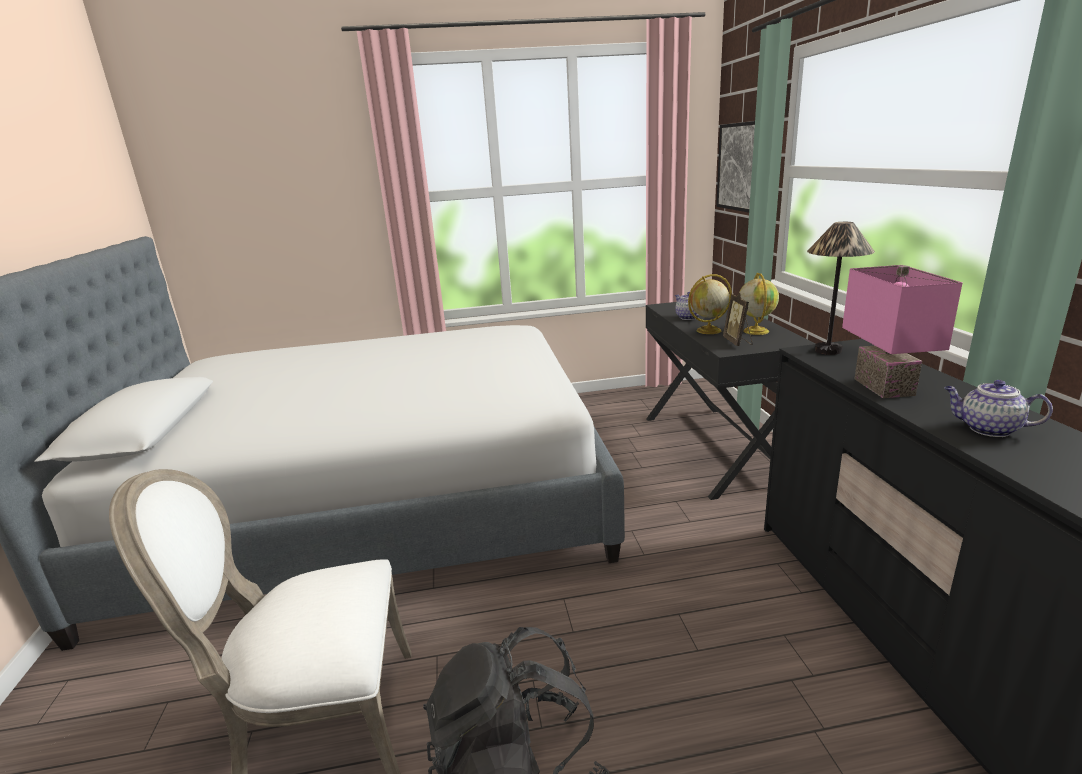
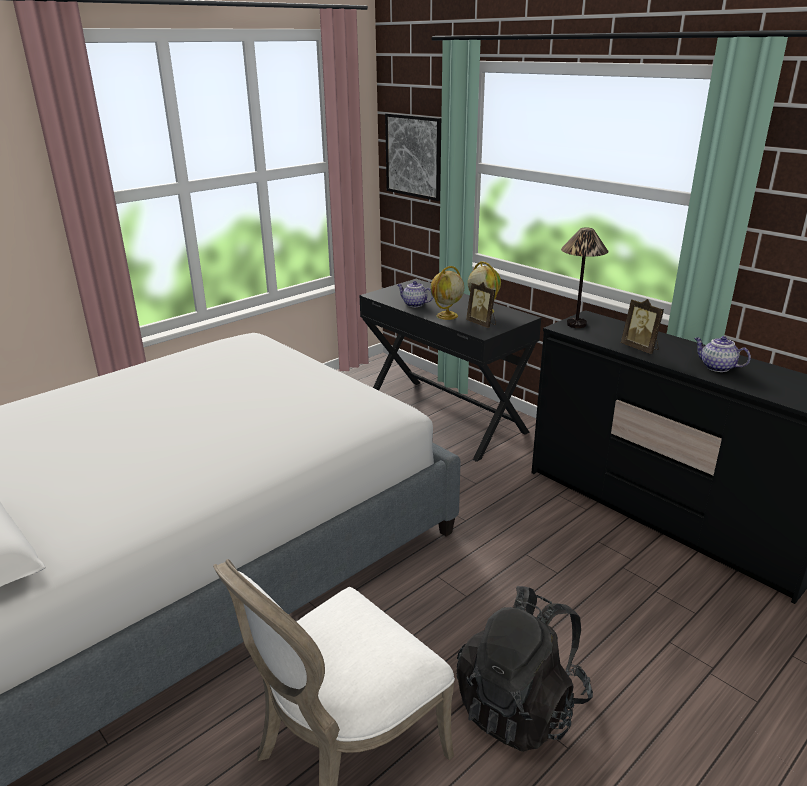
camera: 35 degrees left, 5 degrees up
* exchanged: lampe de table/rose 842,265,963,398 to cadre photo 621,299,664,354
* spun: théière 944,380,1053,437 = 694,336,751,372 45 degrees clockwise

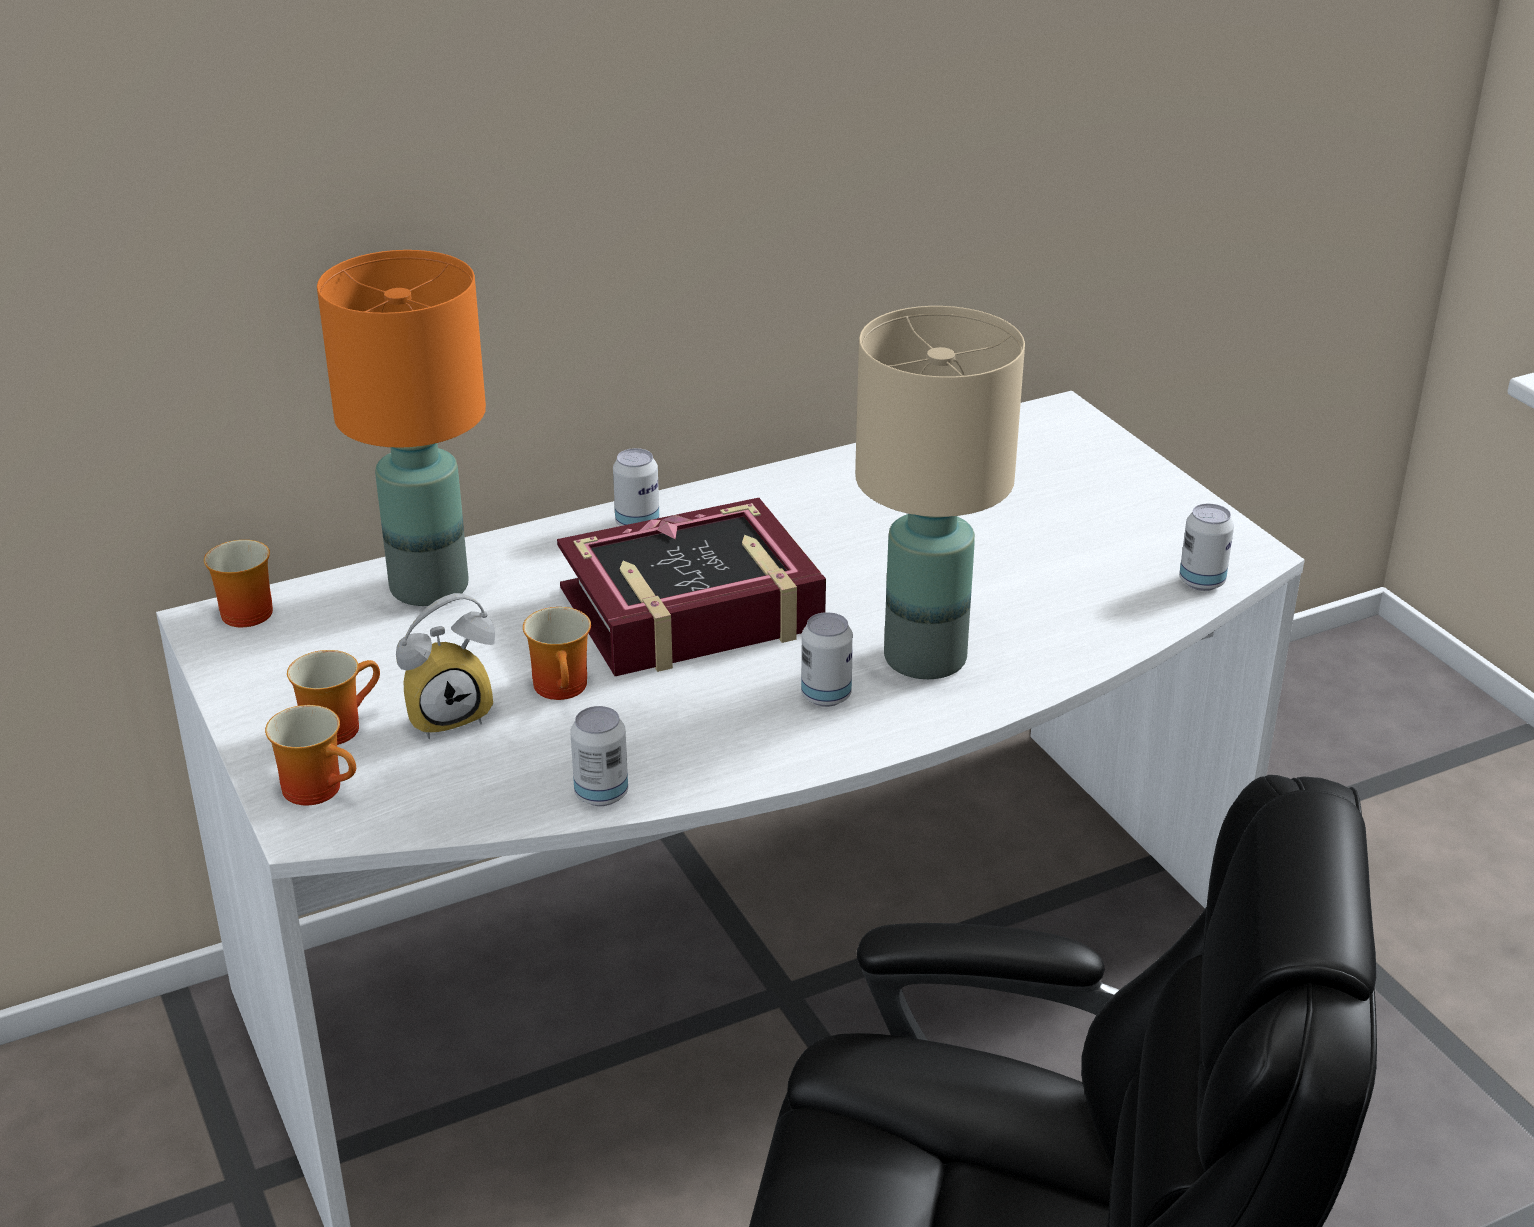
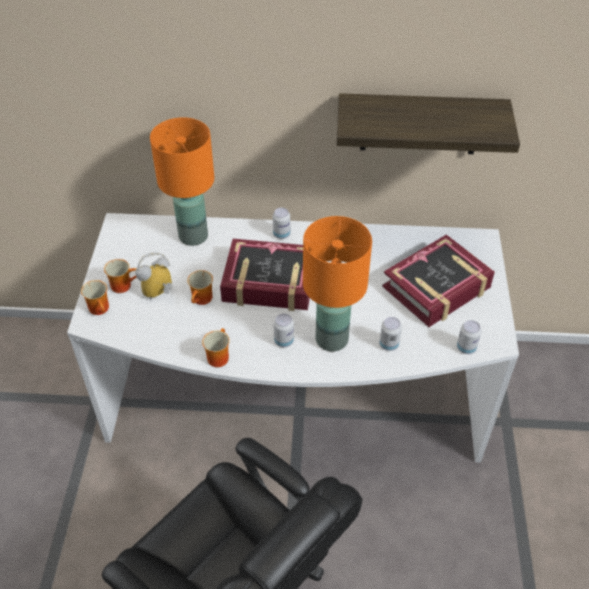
camera: 30 degrees right, 15 degrees up
* appeared: étagère 337,93,520,154
* appeared: livre 382,235,495,327
* relocated: mug 204,540,273,627 to 202,328,230,367
* relocated: boîte métallique 570,706,628,806 to 379,317,402,351
* colour: lampe de table/beige 855,306,1025,679 to lampe de table/orange 303,216,372,351
* spun: réveil 396,593,495,739 = 135,252,173,301 135 degrees clockwise

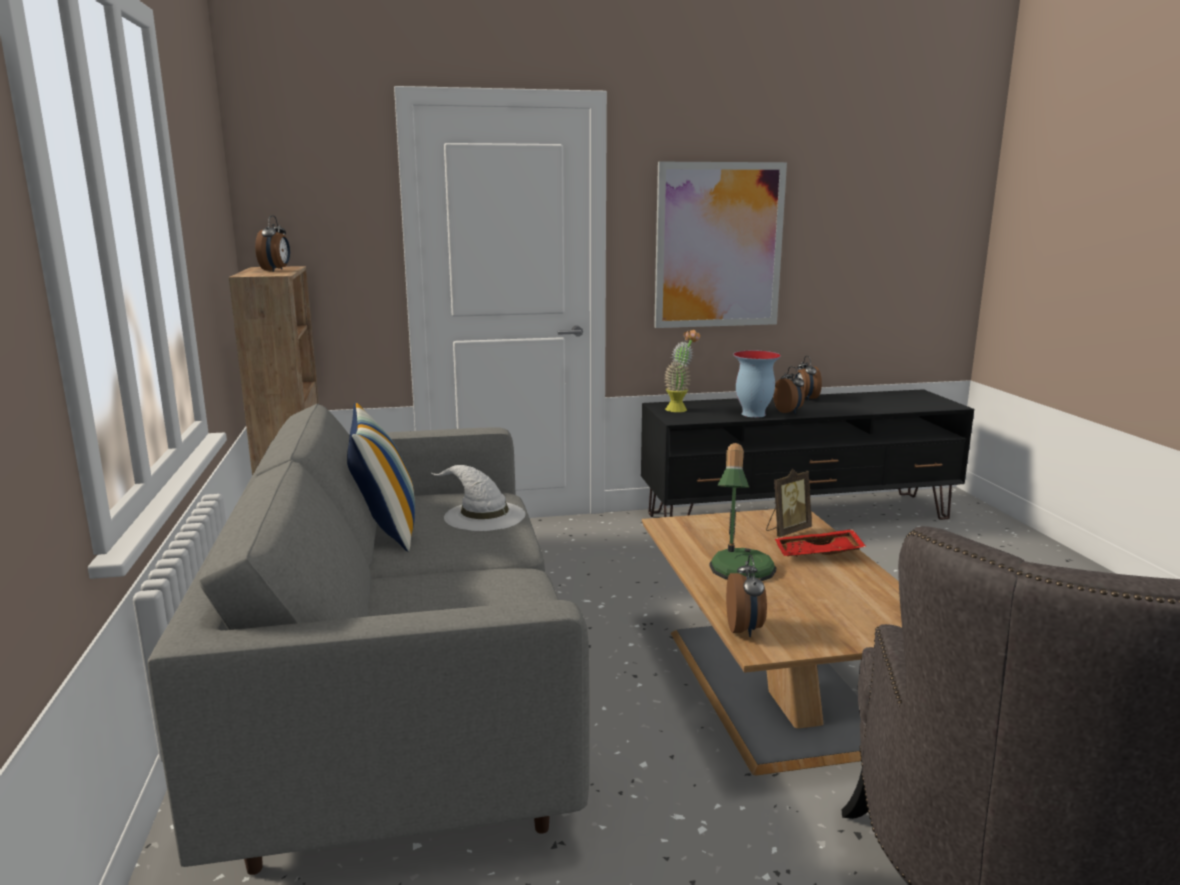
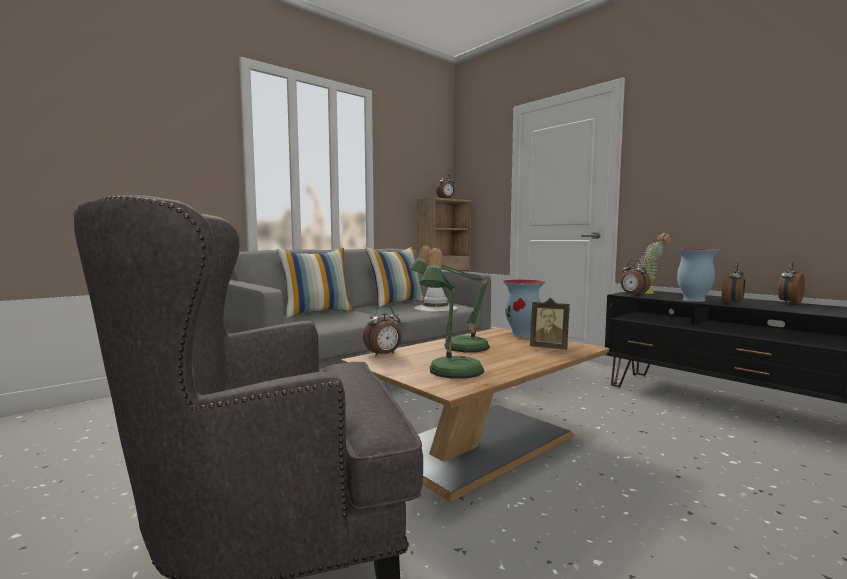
camera: 60 degrees right, 10 degrees down
* missing: tableau 654,162,787,328
* missing: plateau/rouge 774,529,866,557
* appeared: coussin 277,248,354,318
* appeared: lampe de table 419,248,484,379
* appeared: vase 503,280,545,338
* appeared: réveil 621,259,651,296

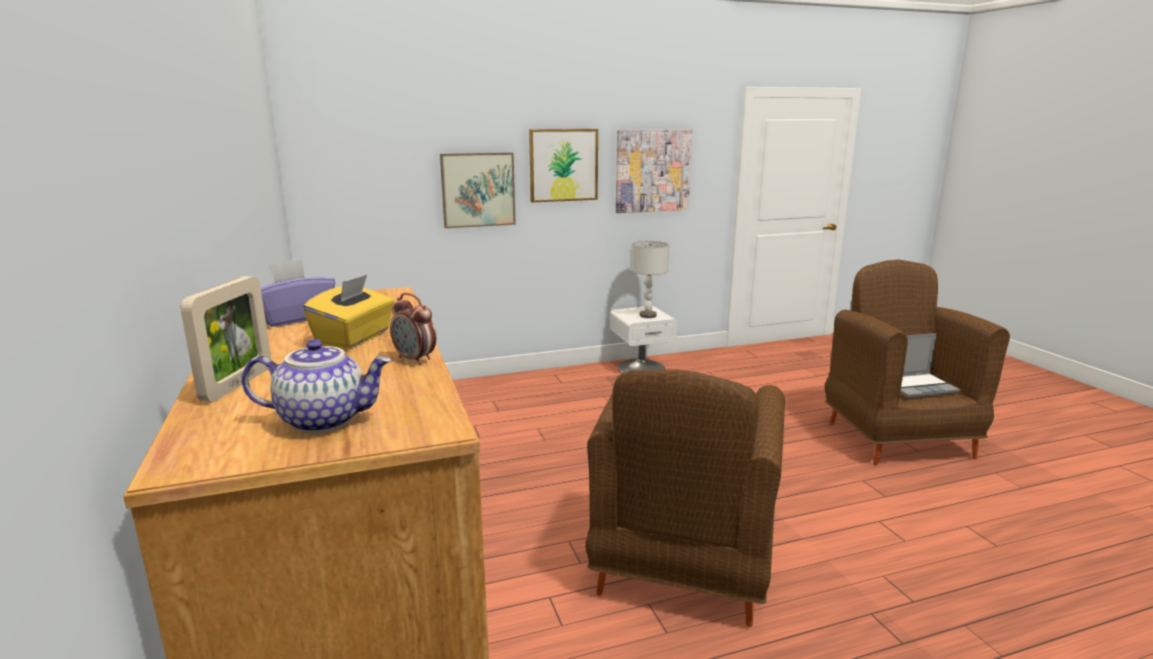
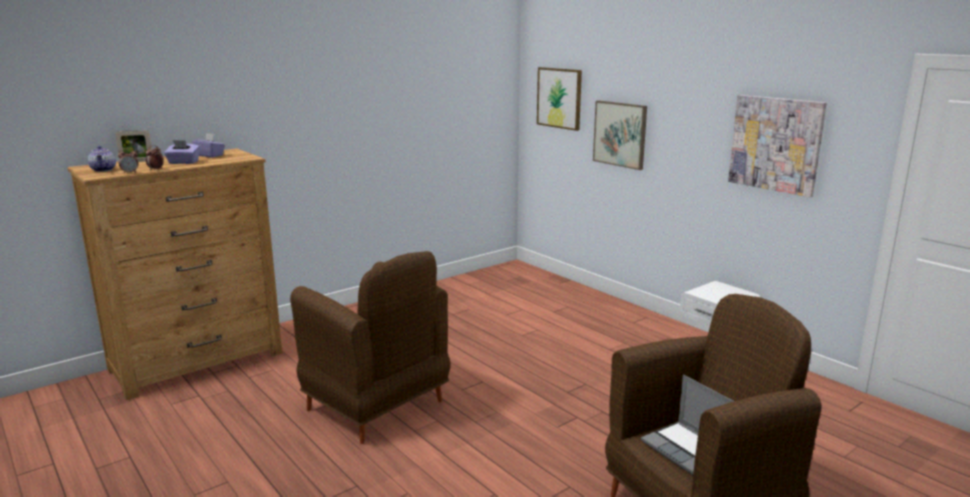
camera: 70 degrees right, 0 degrees up
* missing: lampe de table/gris 631,241,669,318
* appeared: réveil 118,148,139,174
* relocated: tableau 529,129,598,203 to 537,67,582,131
* colour: boîte à mouchoirs/jaune 303,275,395,349 to boîte à mouchoirs/violet 164,140,200,164
* spun: fauteuil/marron 585,369,785,627 = 290,251,451,444 135 degrees counterclockwise

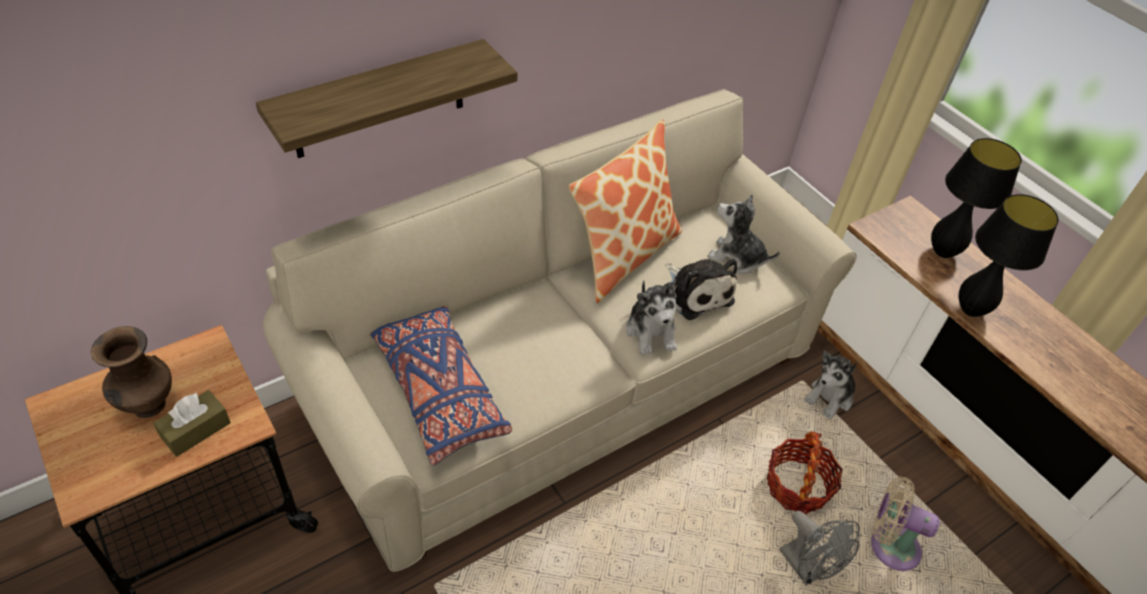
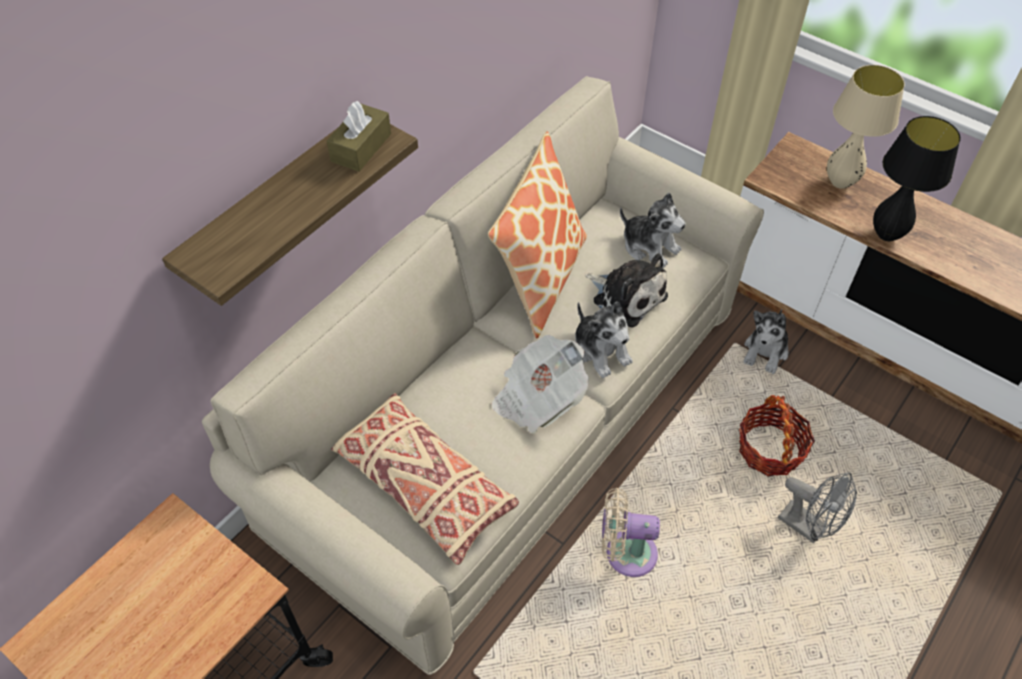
camera: 15 degrees left, 5 degrees up
* missing: vase/marron 91,326,172,418
* appeared: journal 492,335,589,434
* relocated: boîte à mouchoirs/marron 153,390,231,457 to 327,101,391,172
* relocated: ventilateur/beige 871,476,940,571 to 602,488,660,577
* colour: coussin/bleu 370,306,512,465 to coussin/beige 331,393,519,565
* colour: lampe de table/noir 931,138,1022,258 to lampe de table/beige 827,65,905,189
* spun: peluche 707,194,780,274 = 620,193,686,269 150 degrees counterclockwise

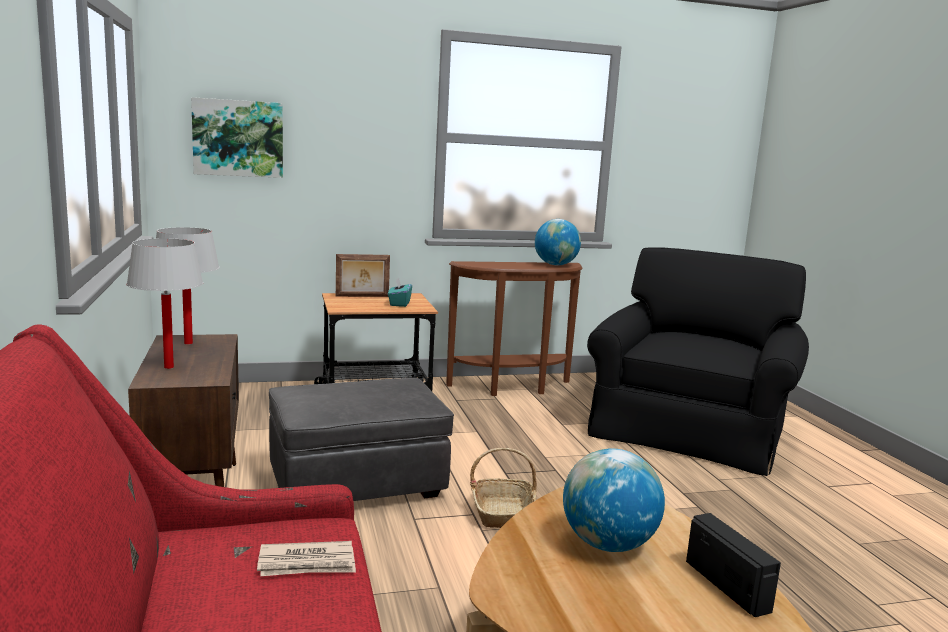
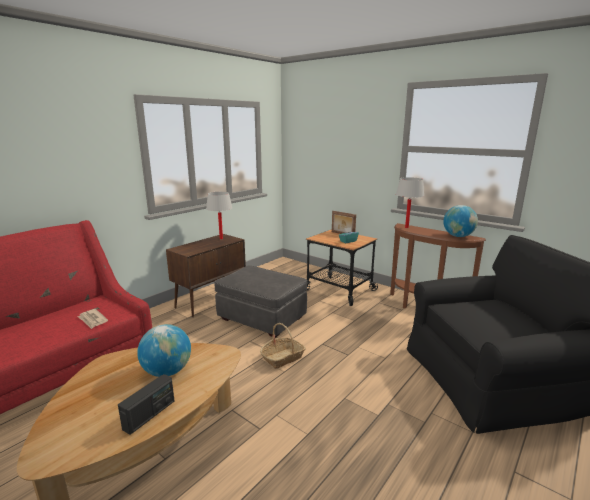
camera: 55 degrees right, 5 degrees up
* missing: tableau 191,97,283,178
* relocated: lampe de table/blanc 126,238,203,369 to 396,177,424,228

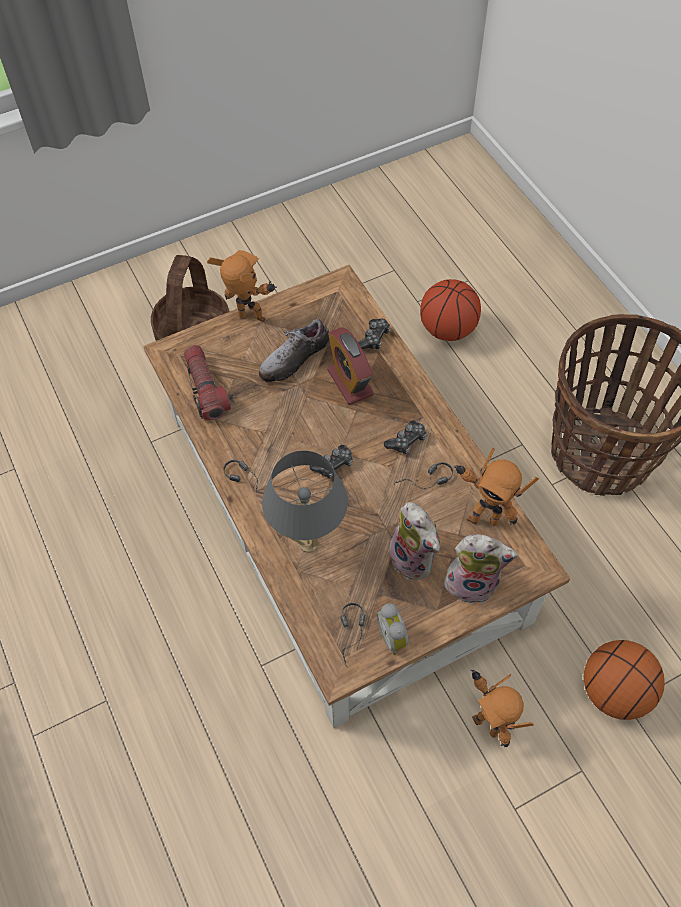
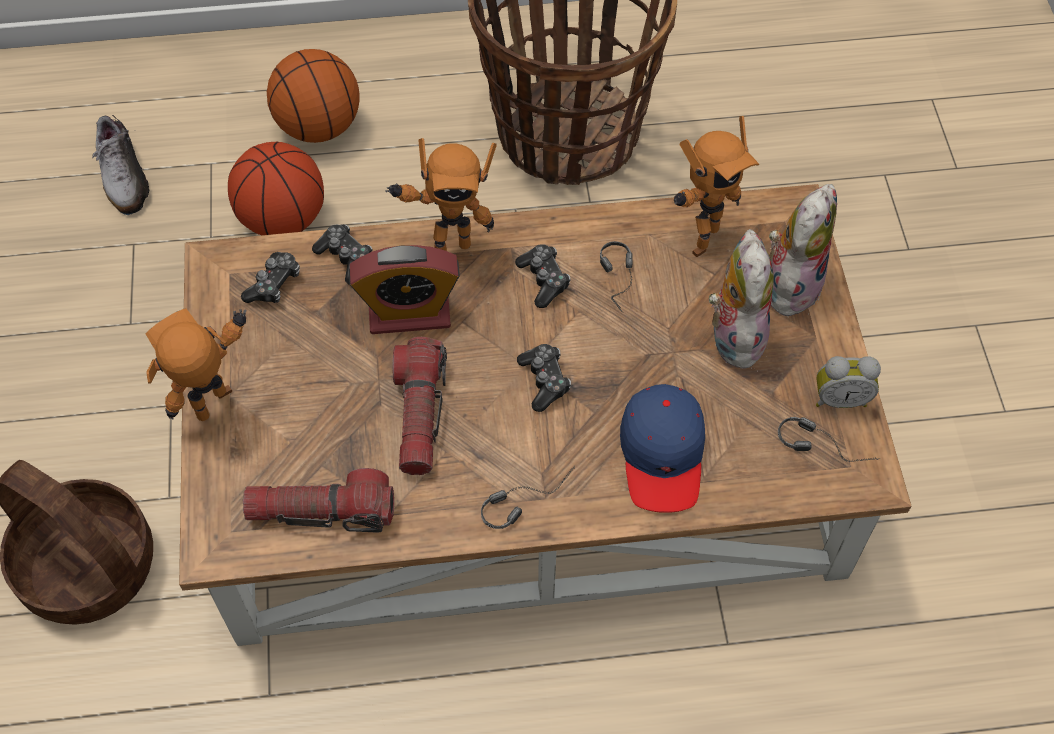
camera: 70 degrees left, 0 degrees up
* appeared: manette 241,252,300,303
* appeared: lampe de poche 392,337,447,475
* relocated: chaussure 259,319,329,382 to 92,115,149,215
* relocated: robot jouet 471,669,534,748 to 385,138,497,251
* relocated: ballon de basket 584,640,665,720 to 267,49,360,143
* exchanged: lampe de table/gris 262,451,348,553 to casquette/bleu 620,384,705,513
* spun: peluche 385,502,440,580 = 709,229,774,369 75 degrees counterclockwise

